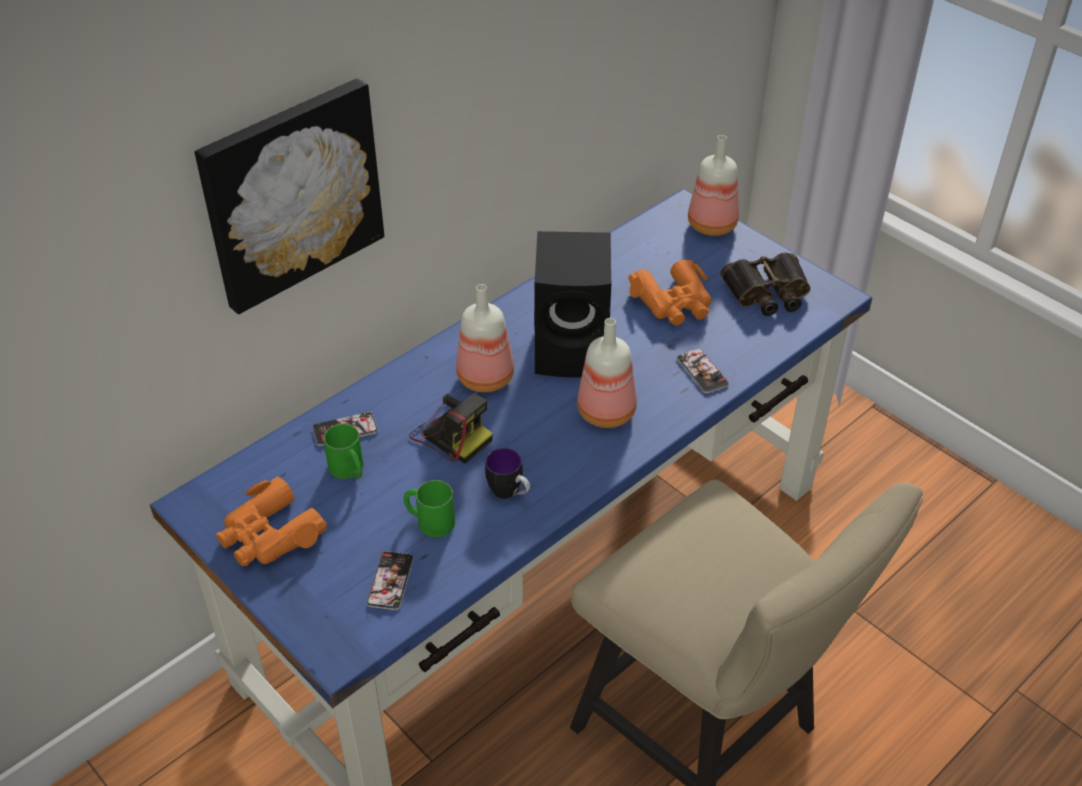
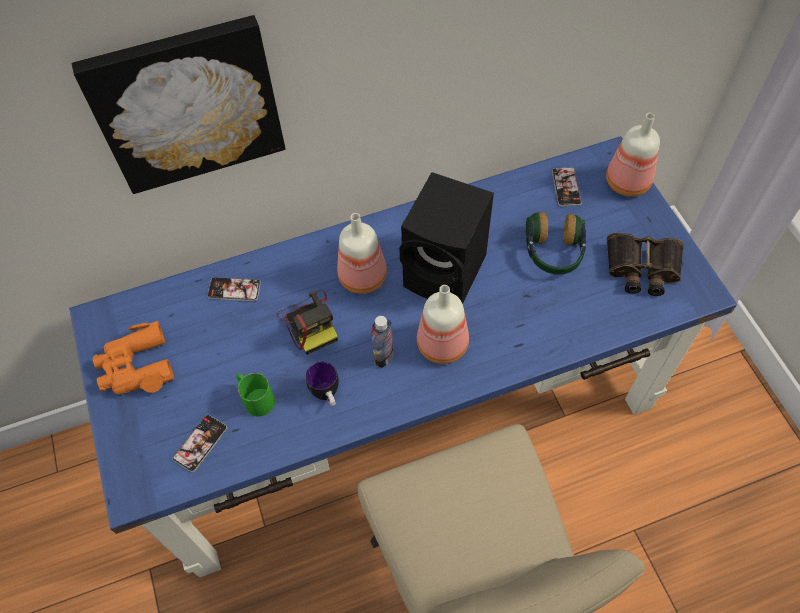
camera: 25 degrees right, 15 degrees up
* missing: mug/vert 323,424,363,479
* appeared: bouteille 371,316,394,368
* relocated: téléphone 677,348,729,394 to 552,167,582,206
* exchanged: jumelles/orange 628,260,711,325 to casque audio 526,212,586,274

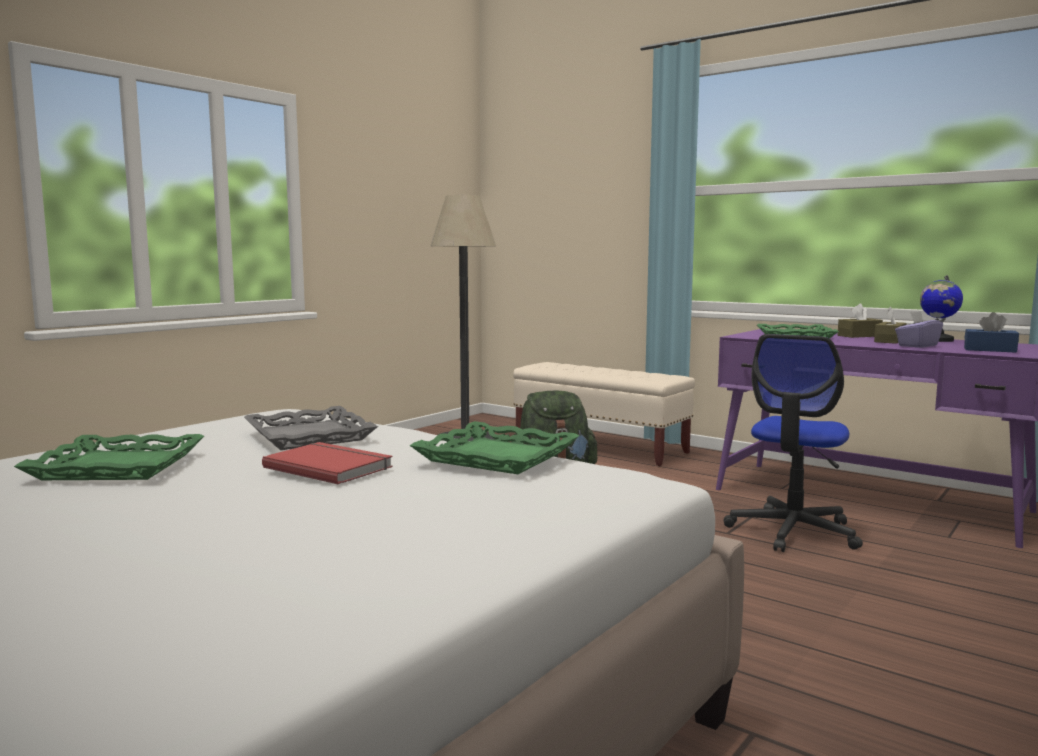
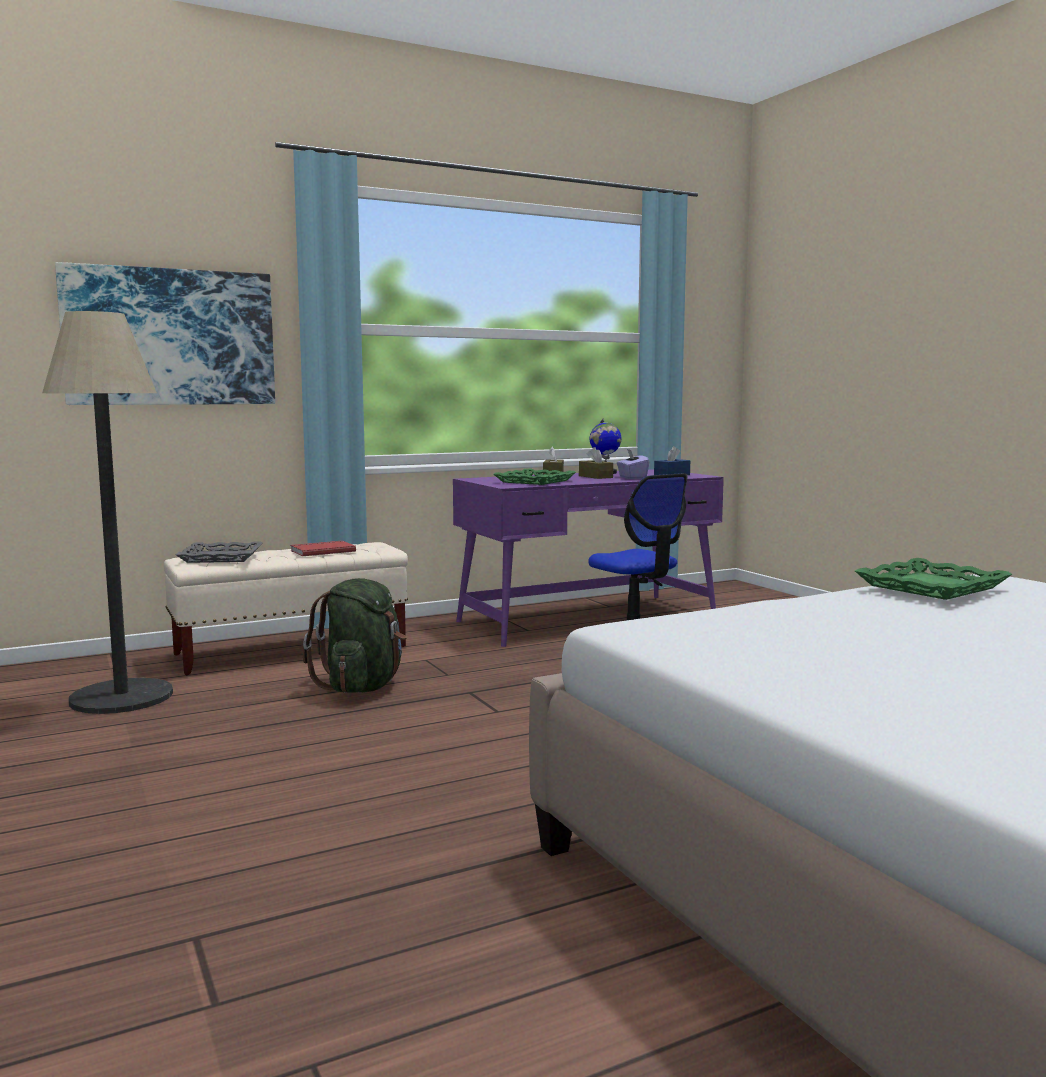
camera: 65 degrees left, 0 degrees up
* missing: plateau/vert 14,434,204,480
* appeared: tableau 55,262,275,405
* relocated: plateau/gris 244,406,378,450 to 176,541,263,563
* relocated: livre/rouge 262,442,393,484 to 290,541,356,556

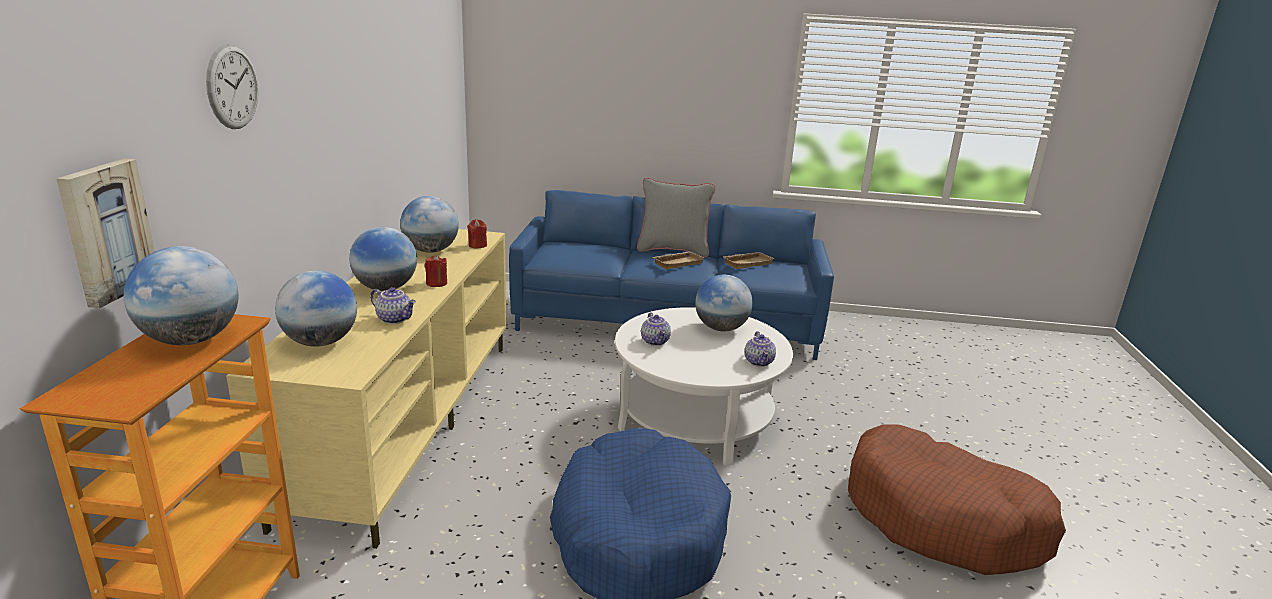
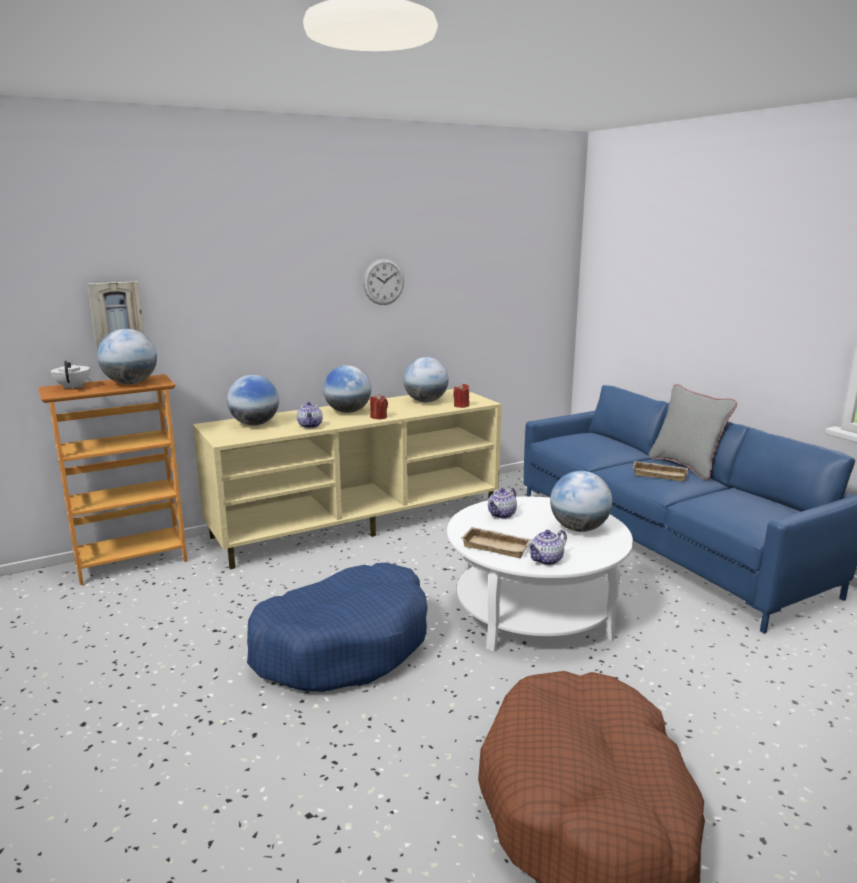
camera: 55 degrees right, 5 degrees down
* appeared: théière/blanc 51,360,90,390
* relocated: horloge murale 206,44,259,129 to 363,259,404,305
* relocated: plateau/beige 722,252,775,269 to 460,527,532,558

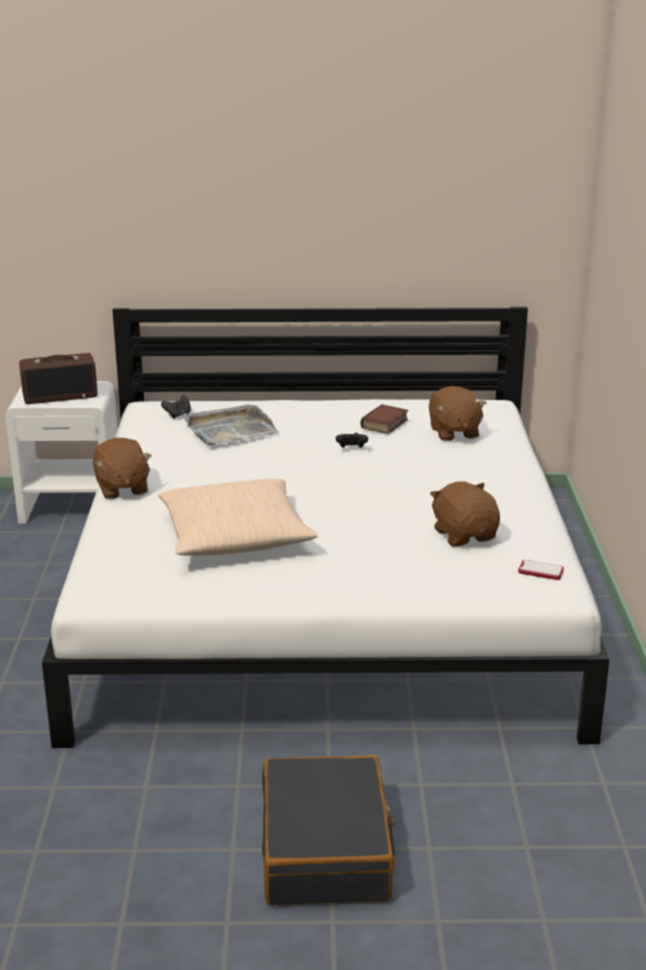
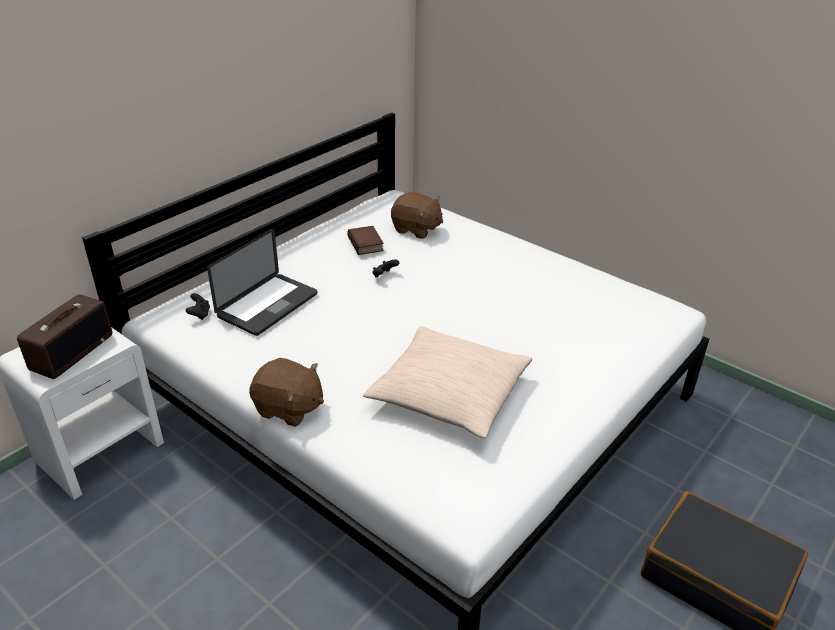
camera: 50 degrees left, 10 degrees up
* missing: peluche/marron 430,481,500,547
* missing: téléphone 518,560,564,580
* exchanged: plateau/gris 184,405,279,445 to ordinateur portable 207,229,317,336

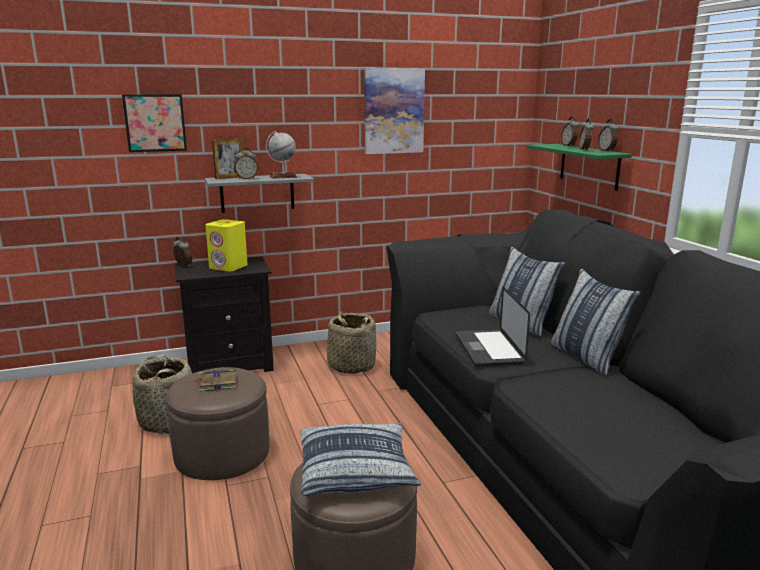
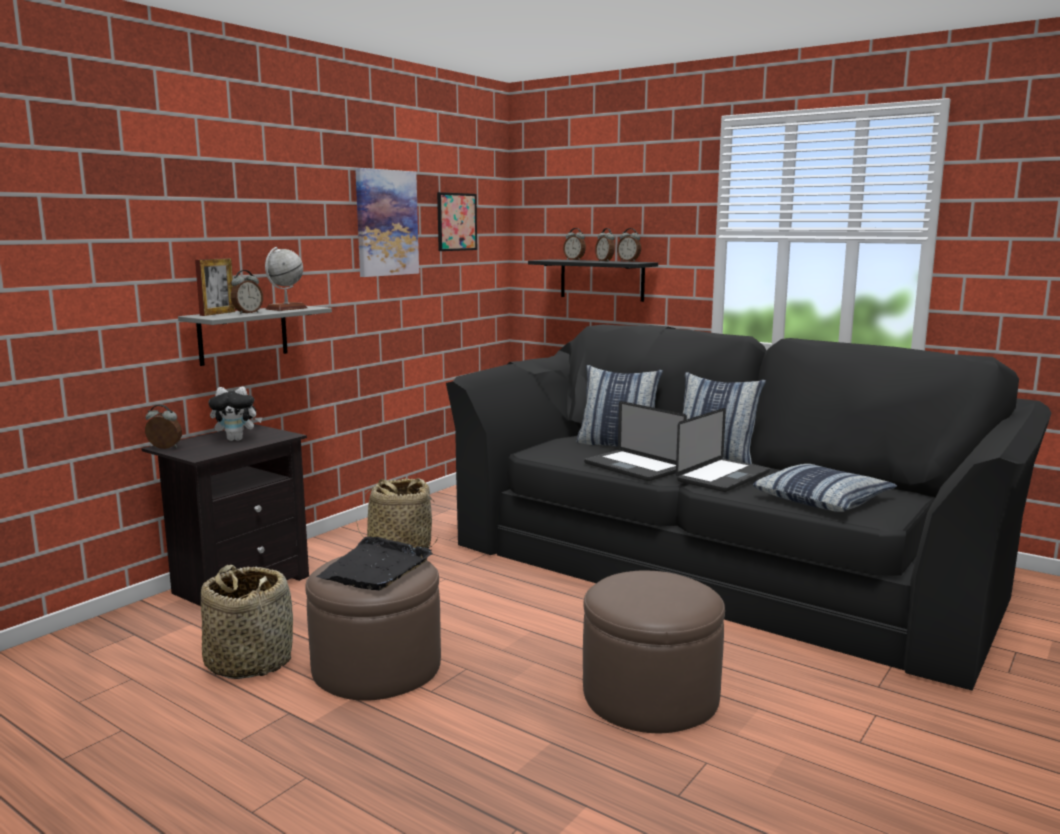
camera: 35 degrees left, 5 degrees down
* appeared: ordinateur portable 676,408,770,492
* relocated: tableau 122,94,187,152 to 437,192,477,251
* relocated: coussin 300,423,421,496 to 753,464,897,512
* exchanged: livre 194,369,237,392 to plateau/noir 316,537,433,590
* exchanged: enceinte/jaune 205,219,248,271 to peluche 208,387,262,441
* colour: étagère/vert 526,144,632,191 to étagère/noir 528,259,658,302

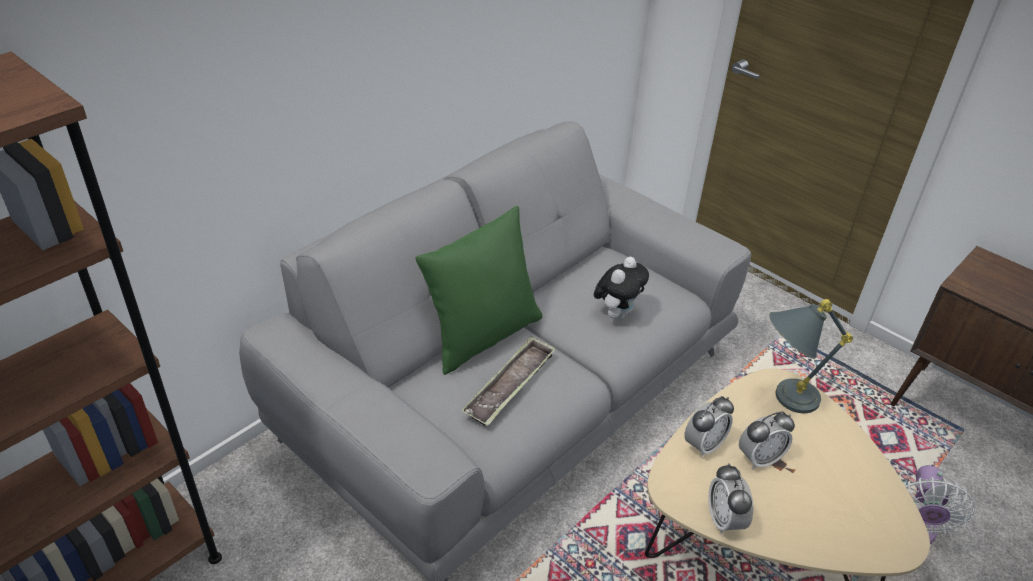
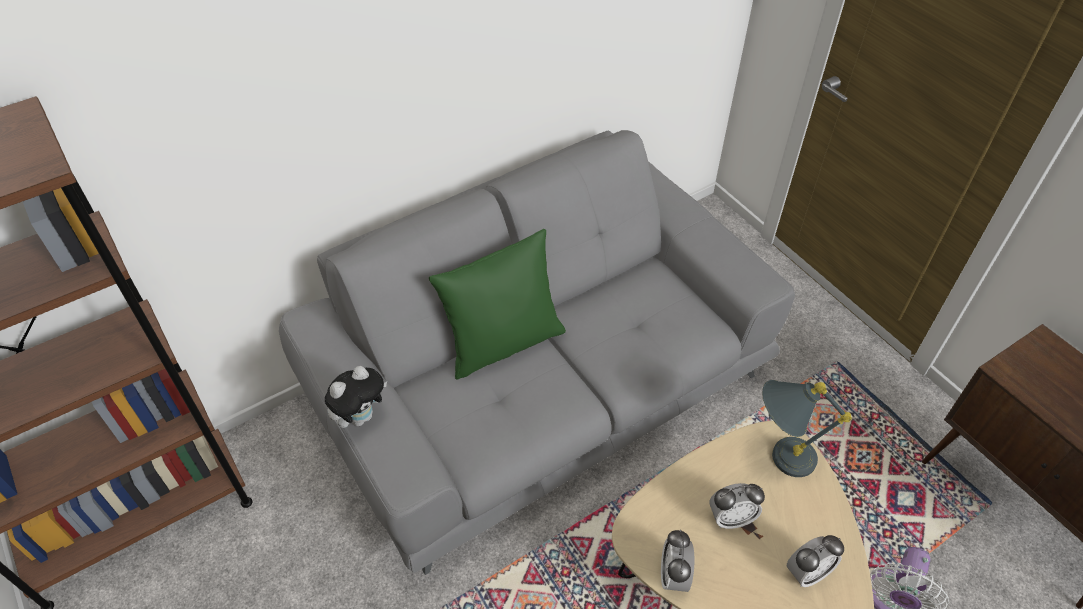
camera: 15 degrees right, 10 degrees up
* missing: plateau 461,336,556,426
* relocated: peluche 594,257,649,320 to 325,366,387,428
* relocated: réveil 684,396,734,457 to 787,535,844,587

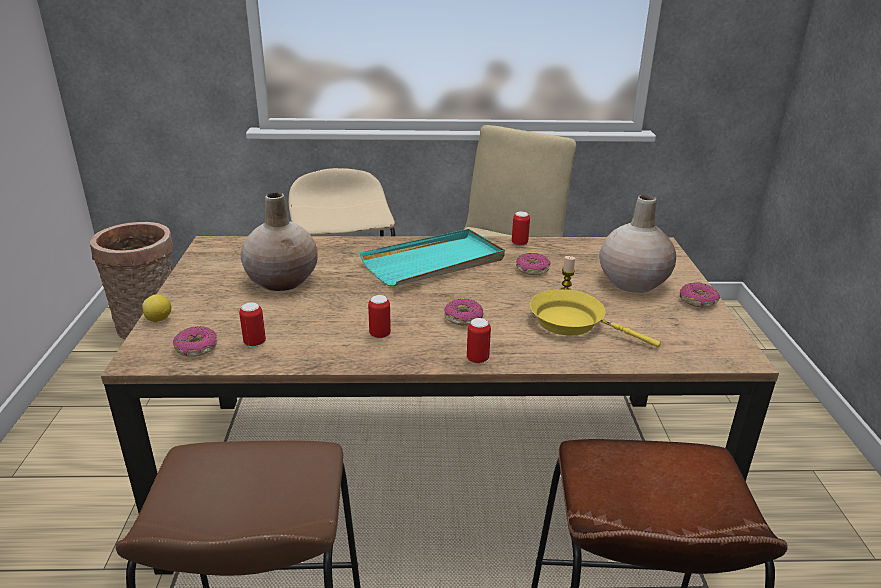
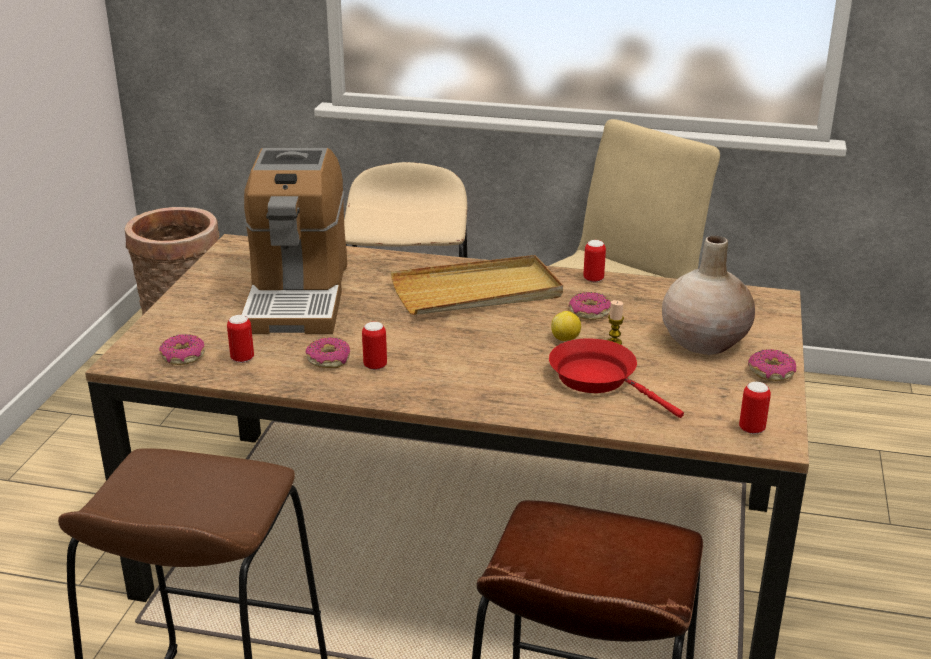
camera: 15 degrees right, 0 degrees up
* relocated: citron 142,294,171,322 to 551,311,581,341
* relocated: beignet 444,299,483,325 to 306,337,350,368
* relocated: boîte métallique 467,318,491,364 to 739,382,771,434
* exchanged: vase/beige 241,193,318,291 to machine à café 241,148,347,334
* colour: plateau/turquoise 360,229,505,286 to plateau/beige 391,255,563,315
* colour: poêle/jaune 530,289,661,347 to poêle/rouge 549,339,684,418

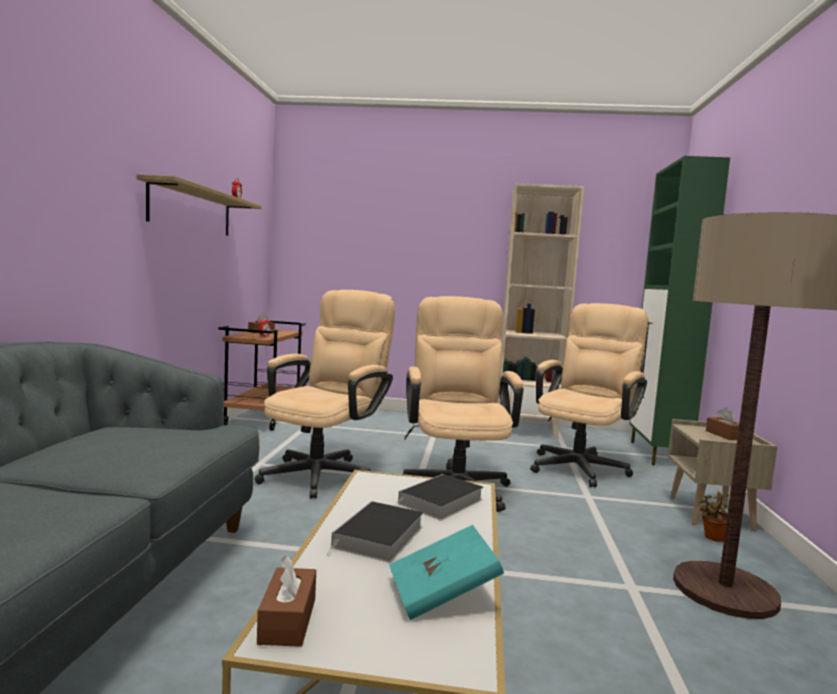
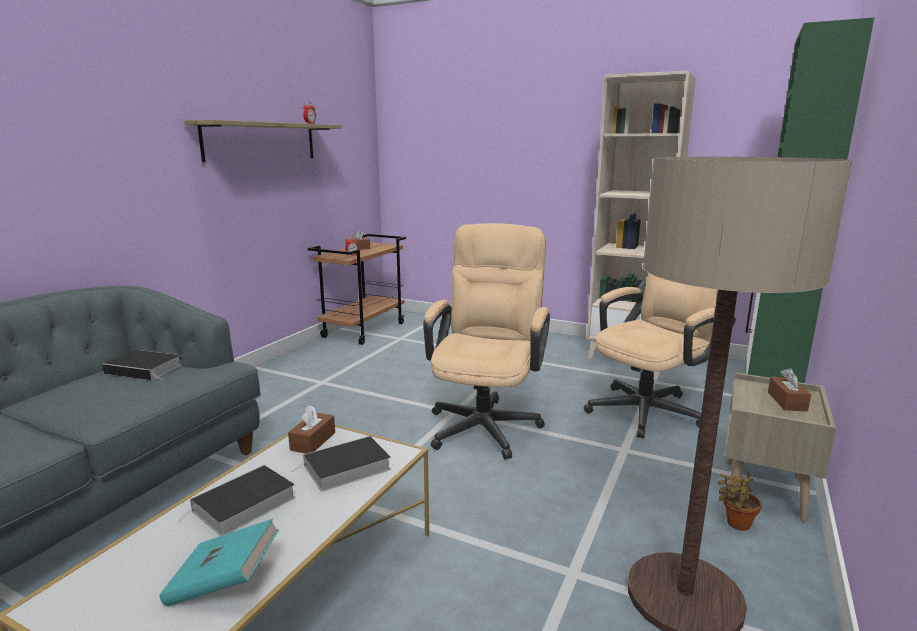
camera: 20 degrees right, 10 degrees up
* missing: chaise de bureau/beige 254,290,395,499
* appeared: livre 102,350,181,380
* relocated: boîte à mouchoirs/marron 257,555,316,647 to 288,405,335,454

